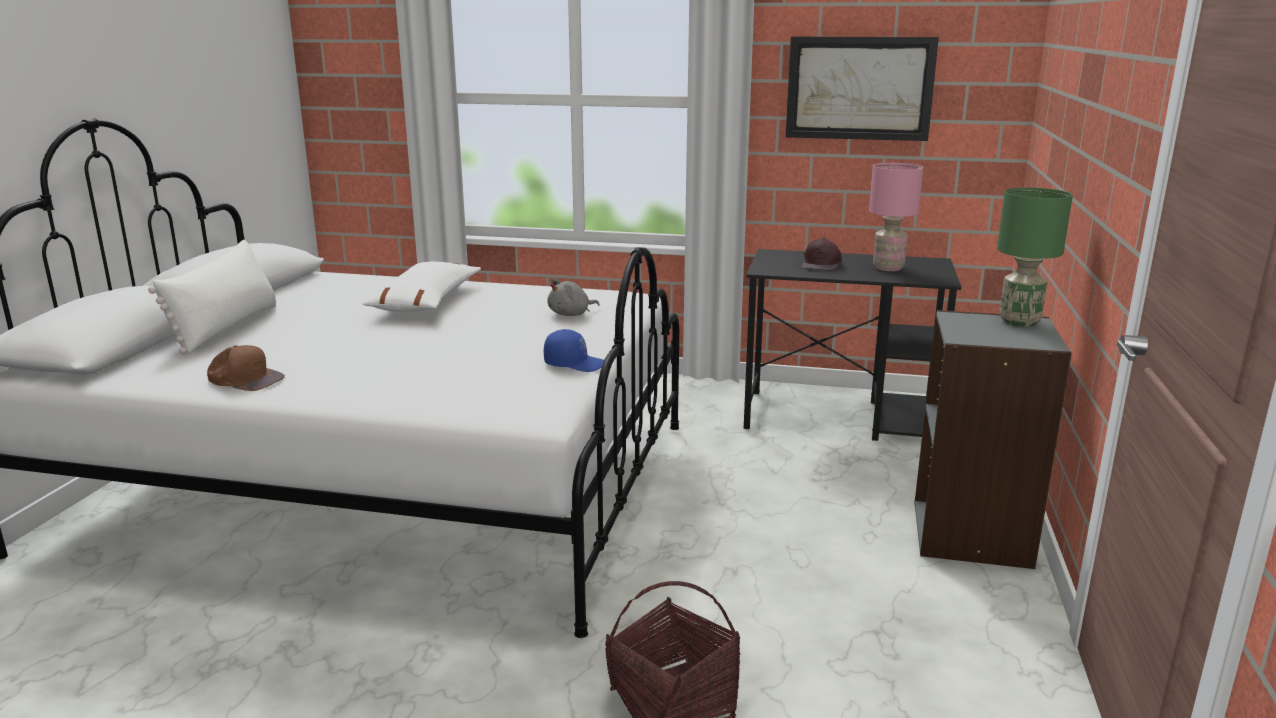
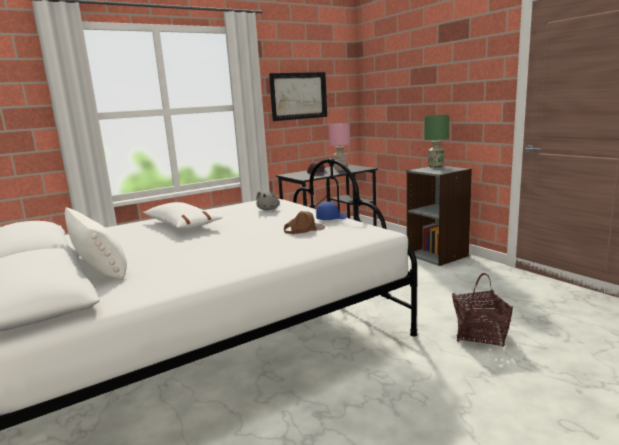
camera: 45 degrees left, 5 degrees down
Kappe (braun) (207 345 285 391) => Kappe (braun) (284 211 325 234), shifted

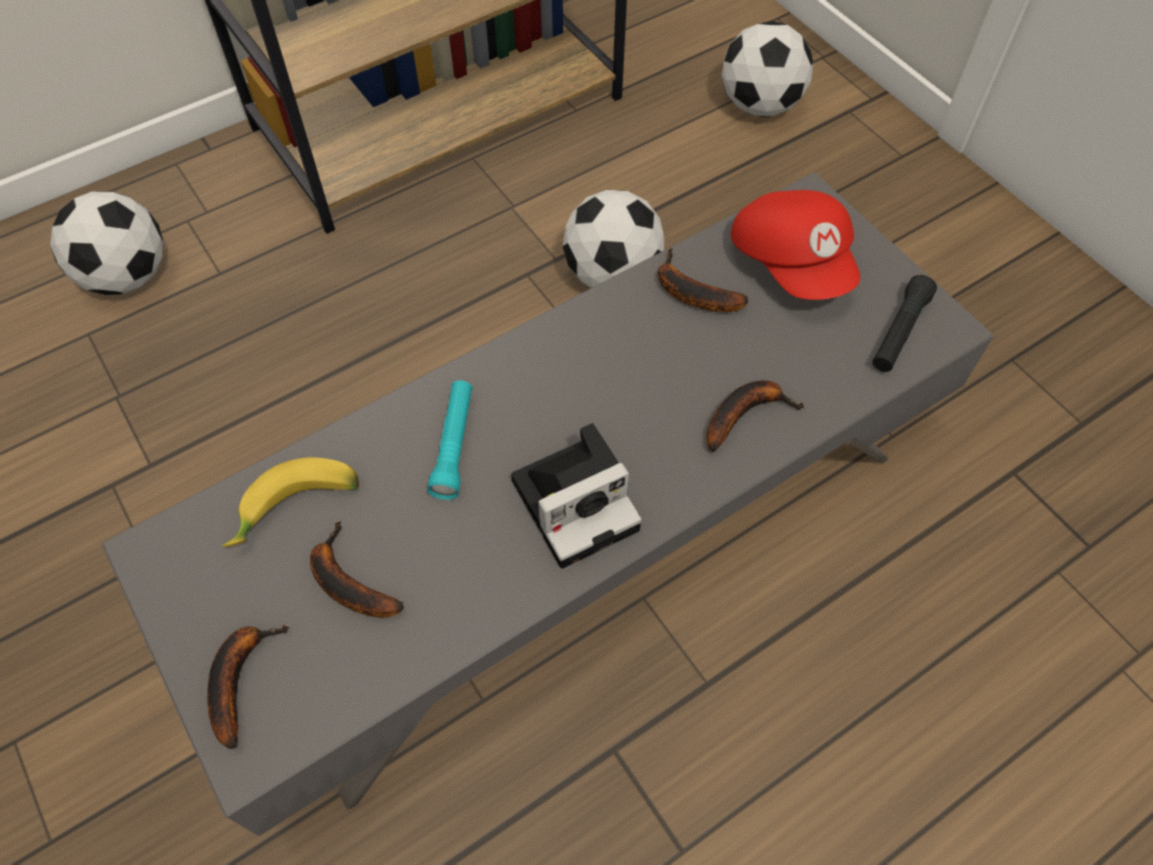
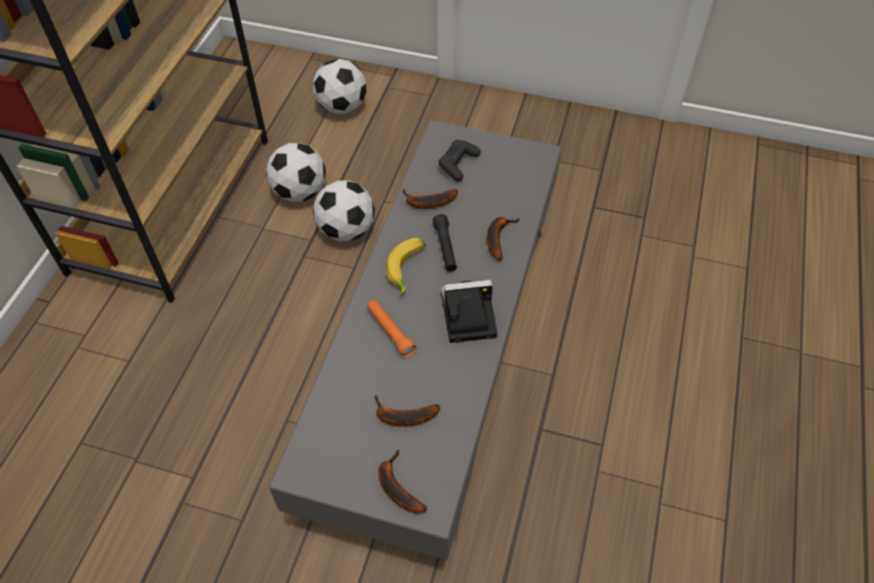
camera: 40 degrees left, 5 degrees down
Fußball (50 191 163 295) => Fußball (266 143 326 202), shifted
Taschenlampe (türkis) (427 381 472 500) => Taschenlampe (orange) (367 300 416 357)
Banane (222 457 359 547) => Banane (386 238 426 295), shifted
Taschenlampe (schwarz) (872 275 937 372) => Taschenlampe (schwarz) (433 214 457 272), shifted
Kappe (rot) (731 190 860 300) => Gamepad (schwarz) (439 139 481 181)
Kamera (511 423 642 569) => Kamera (441 280 497 343), 120 degrees counterclockwise

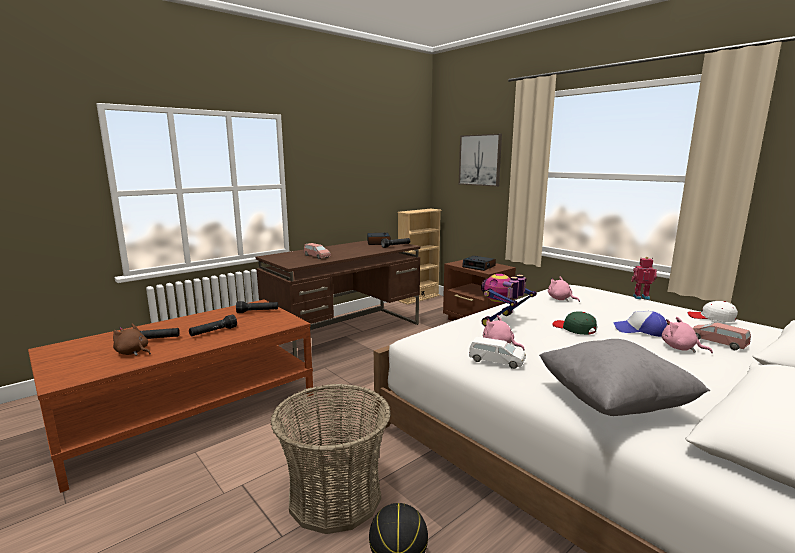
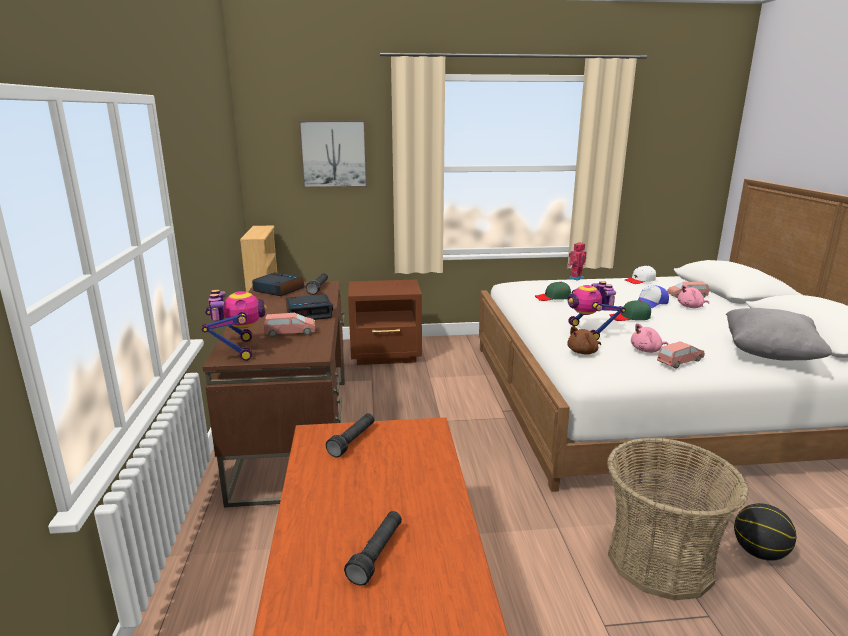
camera: 55 degrees left, 5 degrees up
nothing => Spielzeugroboter (202 289 267 361)
Wecker (462 256 496 271) => Wecker (286 294 333 320), shifted
Plüschtier (rosa) (548 277 580 302) => Kappe (grün) (535 282 571 301)
Plüschtier (braun) (113 324 151 356) => Plüschtier (braun) (567 326 601 354), shifted
Spielzeugauto (weiß) (469 337 526 369) => Spielzeugauto (rosa) (657 341 705 368)
Taschenlampe (schwarz) (189 314 237 336) => nothing

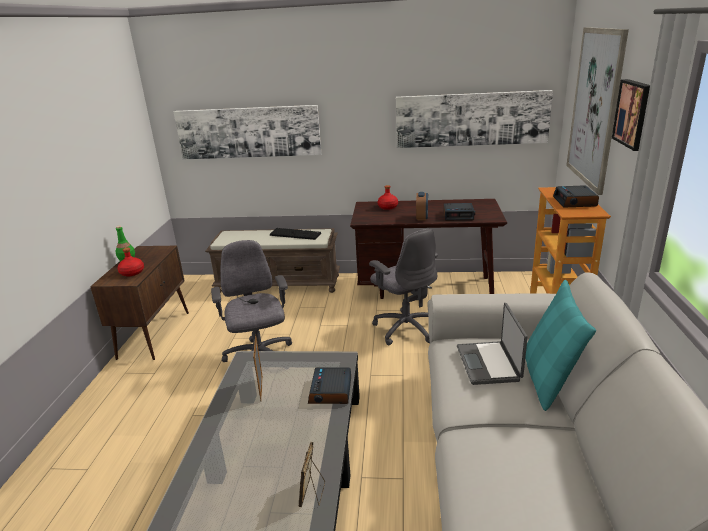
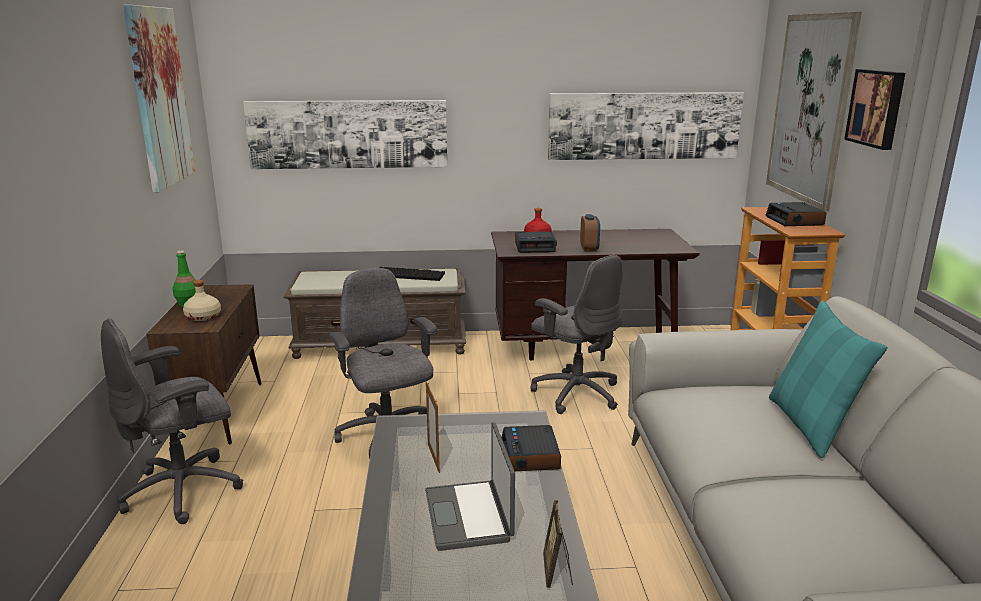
camera: 10 degrees left, 5 degrees down
nothing => Bürostuhl (grau) (101 318 243 524)
nothing => Bild (123 4 195 193)
Flasche (rot) (117 248 144 277) => Flasche (beige) (183 280 221 321)
Laptop (457 303 528 385) => Laptop (425 422 515 551), shifted
Wecker (443 203 475 221) => Wecker (515 232 557 253), shifted

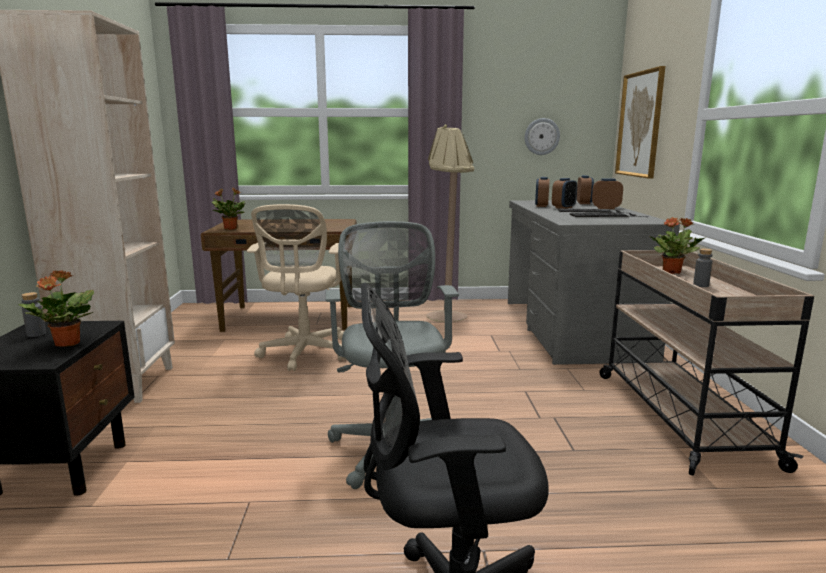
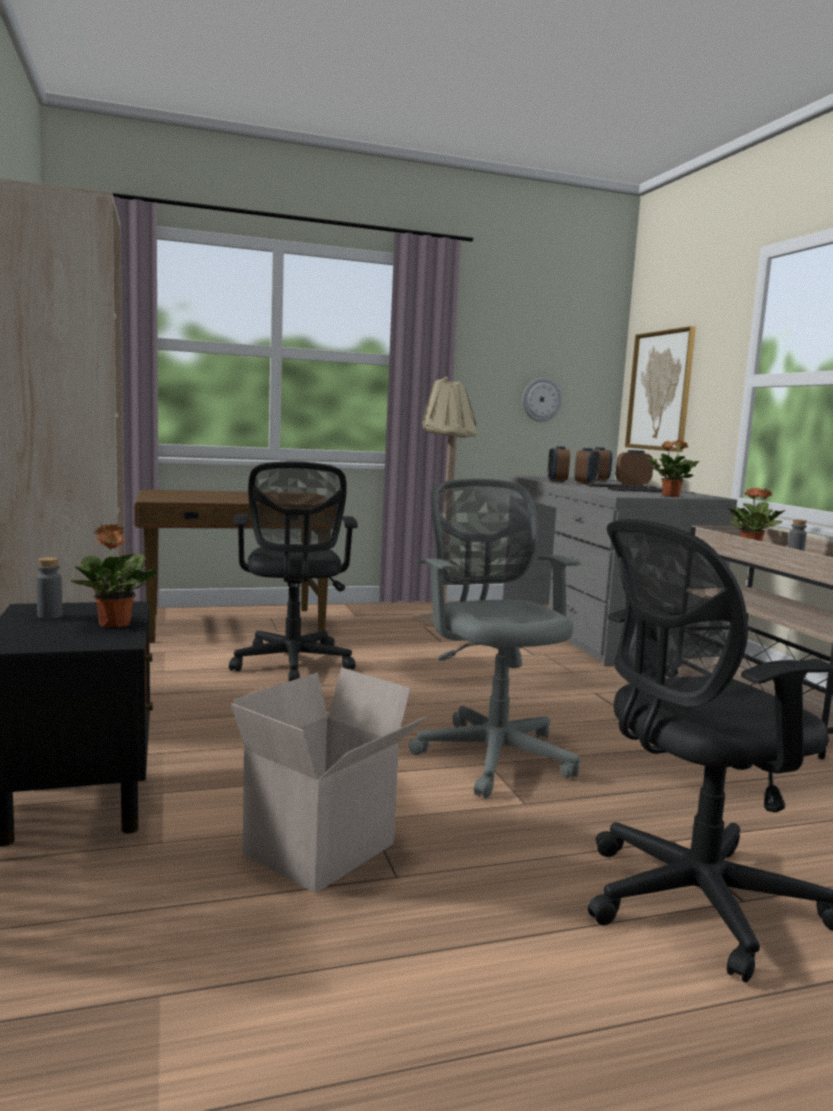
camera: 15 degrees left, 5 degrees down
Bürostuhl (beige) (247 204 346 371) => Bürostuhl (schwarz) (229 461 358 681)
nothing => Karton (231 667 427 893)
Topfpflanze (212 188 245 230) => Topfpflanze (647 440 700 497), shifted

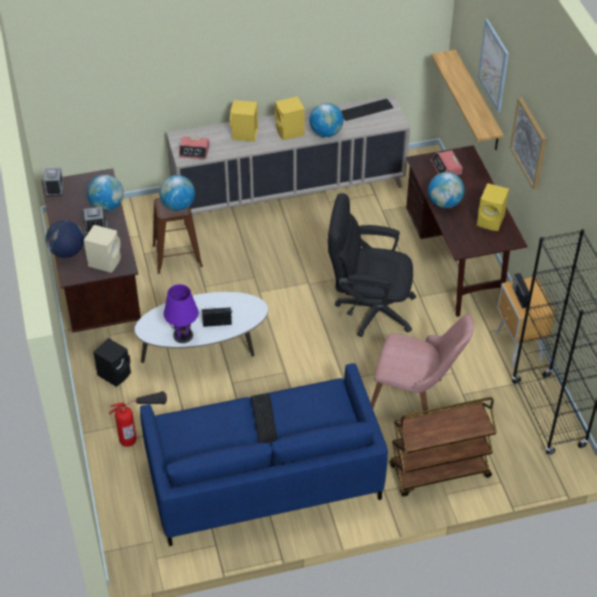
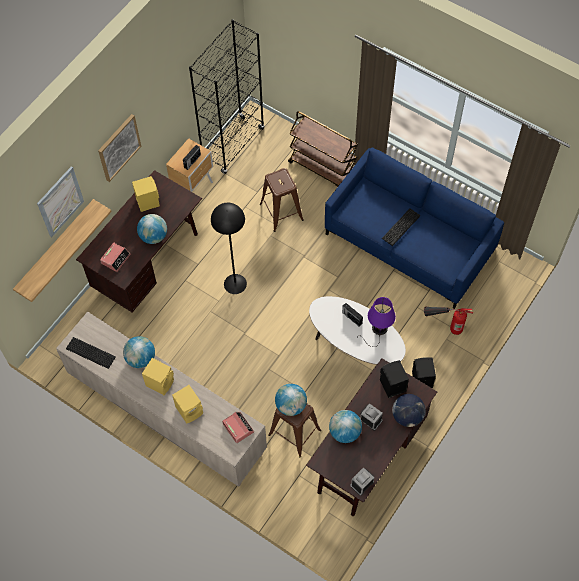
camera: 130 degrees left, 15 degrees up
Bürostuhl (schwarz) (328 193 416 337) => Stehlampe (schwarz) (211 203 247 294)
Stuhl (rosa) (371 314 474 414) => Hocker (braun) (260 168 304 232)
Lautsprecher (beige) (84 225 121 273) => Lautsprecher (schwarz) (380 360 409 398)

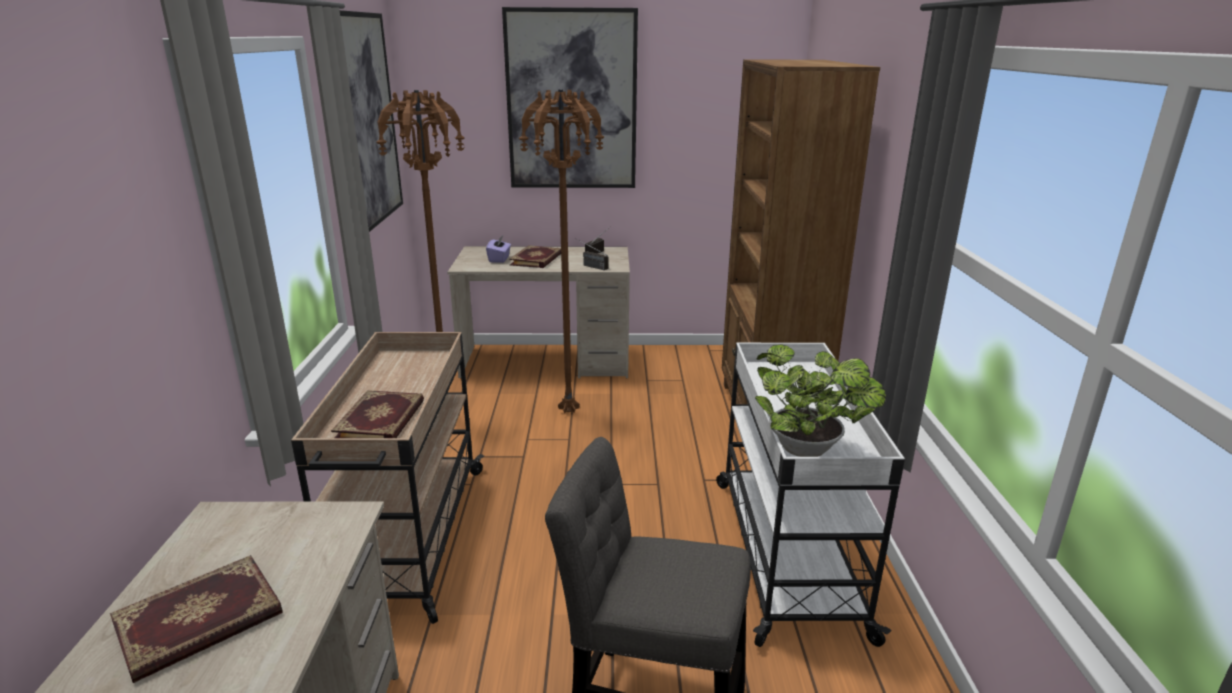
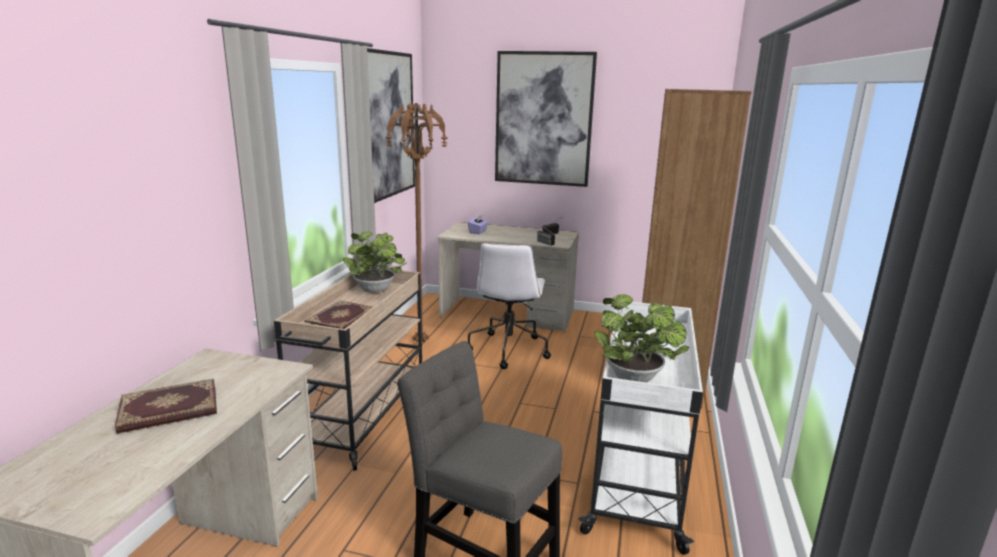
camera: 15 degrees right, 5 degrees down
nothing => Topfpflanze (343 232 407 293)
Stehlampe (braun) (519 89 604 413) => Bürostuhl (weiß) (468 243 551 369)
Buch (509 245 561 268) => nothing

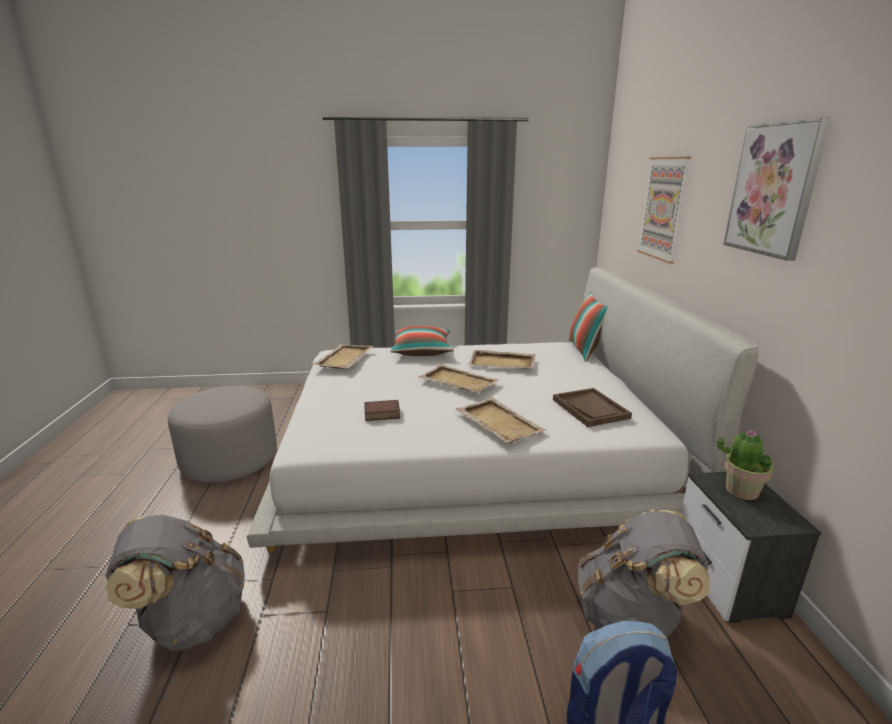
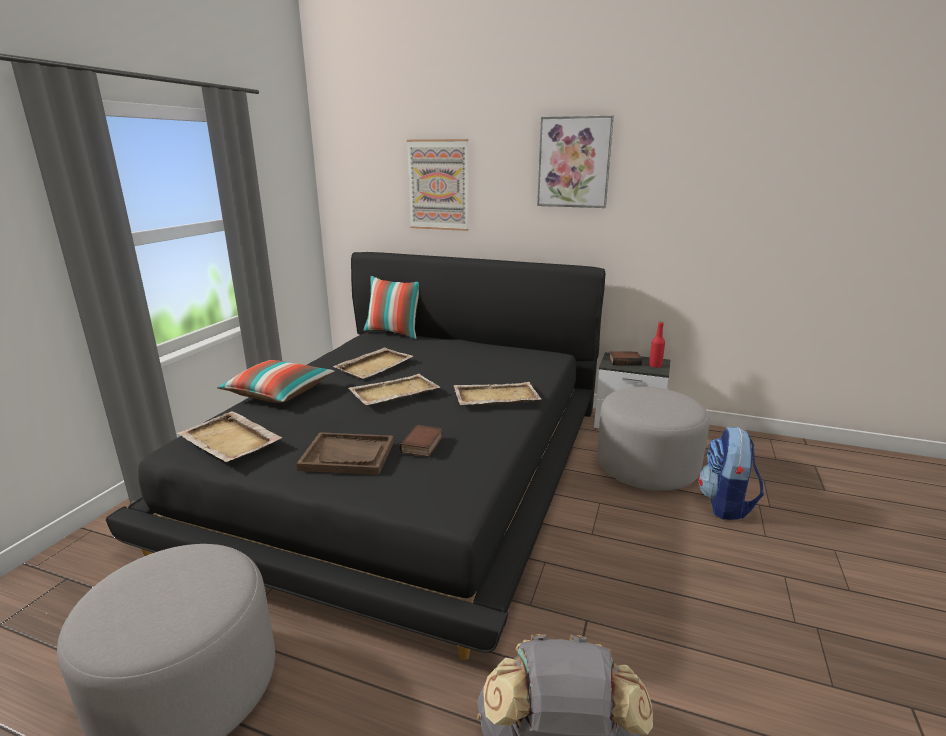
camera: 65 degrees left, 0 degrees up
Bett (weiß) (247 267 759 552) => Bett (schwarz) (106 252 605 660)
Tablett (braun) (553 388 632 427) => Tablett (braun) (296 432 394 475), shifted
Rucksack (grau) (578 509 710 638) => Polsterhocker (grau) (597 387 710 491)
Topfpflanze (717 429 773 500) => Buch (609 351 642 365)
nothing => Flasche (rot) (649 322 665 368)

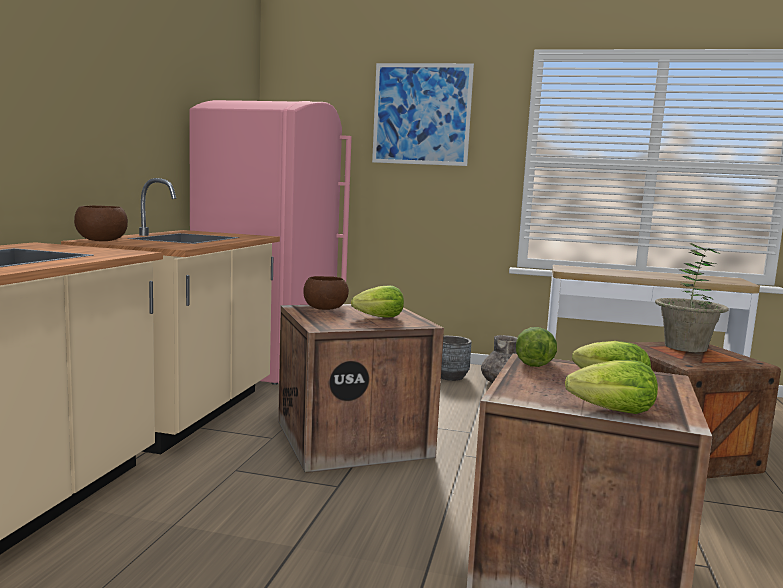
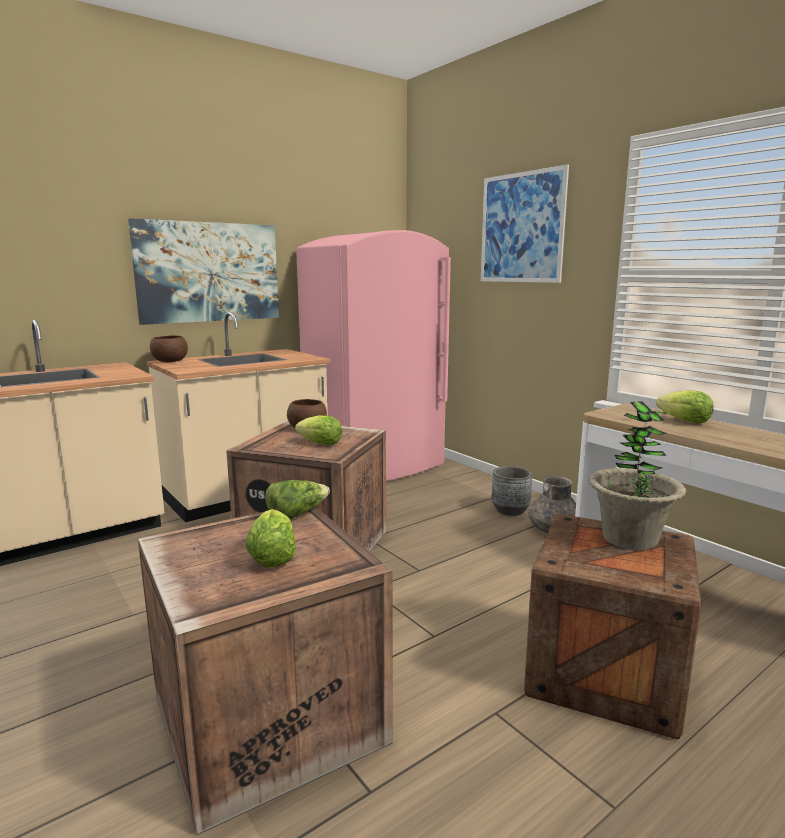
camera: 40 degrees right, 5 degrees up
nothing => Bild (128 218 279 325)
Salatkopf (565 360 658 414) => Salatkopf (656 390 714 424), shifted

